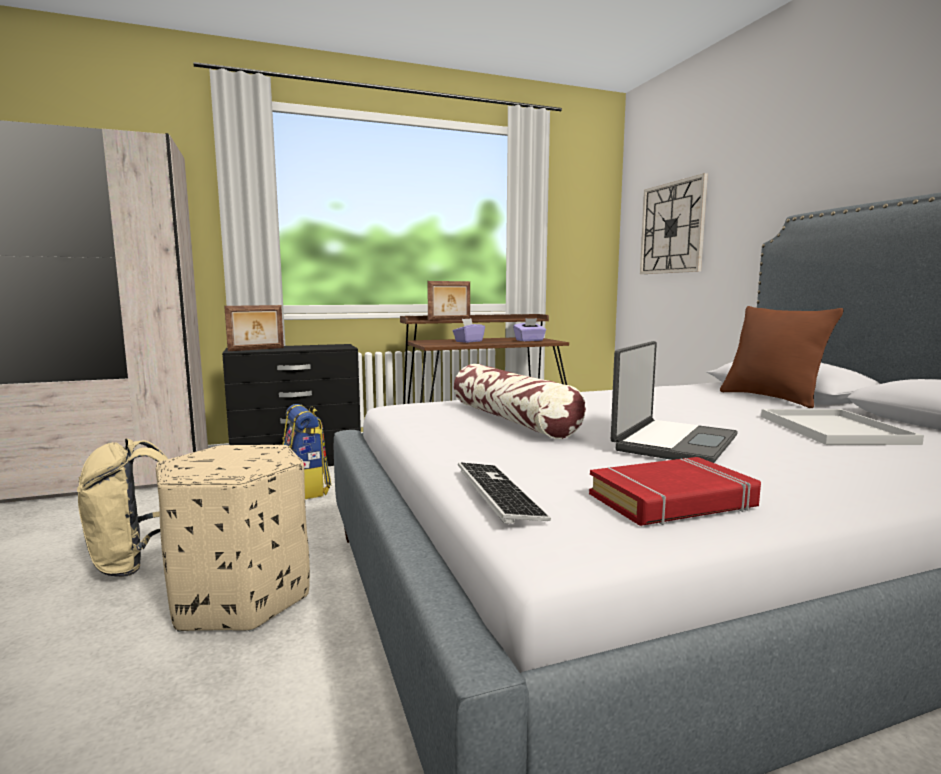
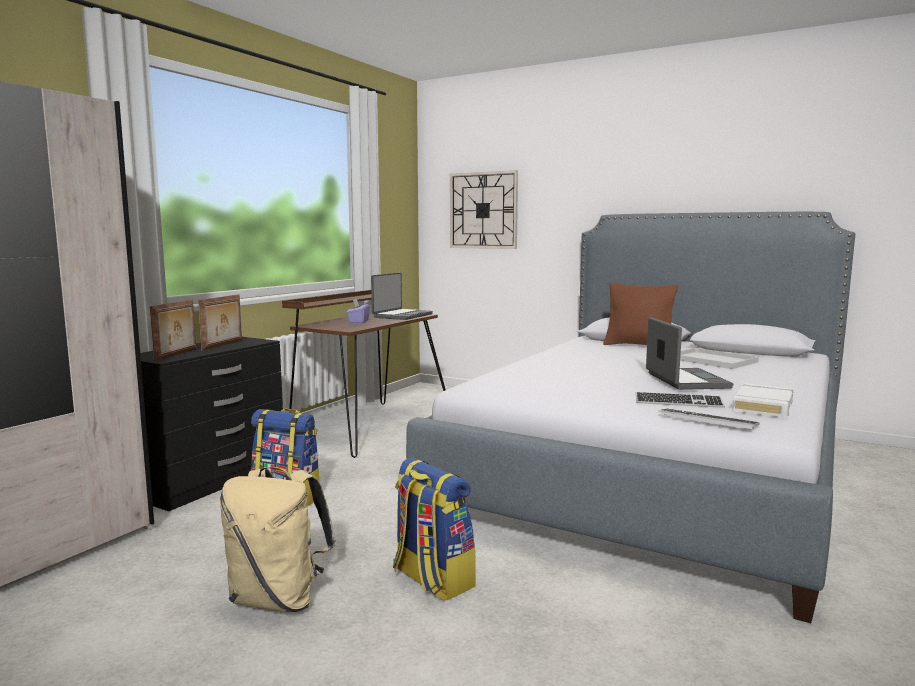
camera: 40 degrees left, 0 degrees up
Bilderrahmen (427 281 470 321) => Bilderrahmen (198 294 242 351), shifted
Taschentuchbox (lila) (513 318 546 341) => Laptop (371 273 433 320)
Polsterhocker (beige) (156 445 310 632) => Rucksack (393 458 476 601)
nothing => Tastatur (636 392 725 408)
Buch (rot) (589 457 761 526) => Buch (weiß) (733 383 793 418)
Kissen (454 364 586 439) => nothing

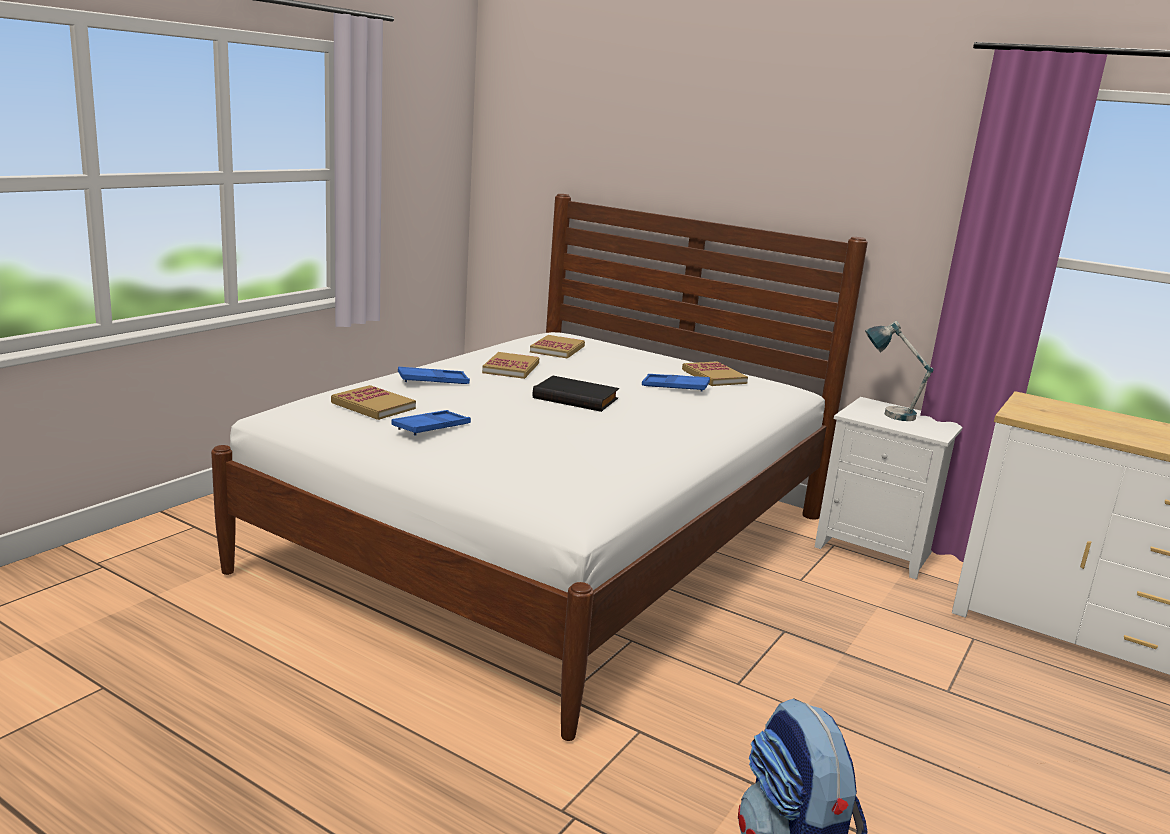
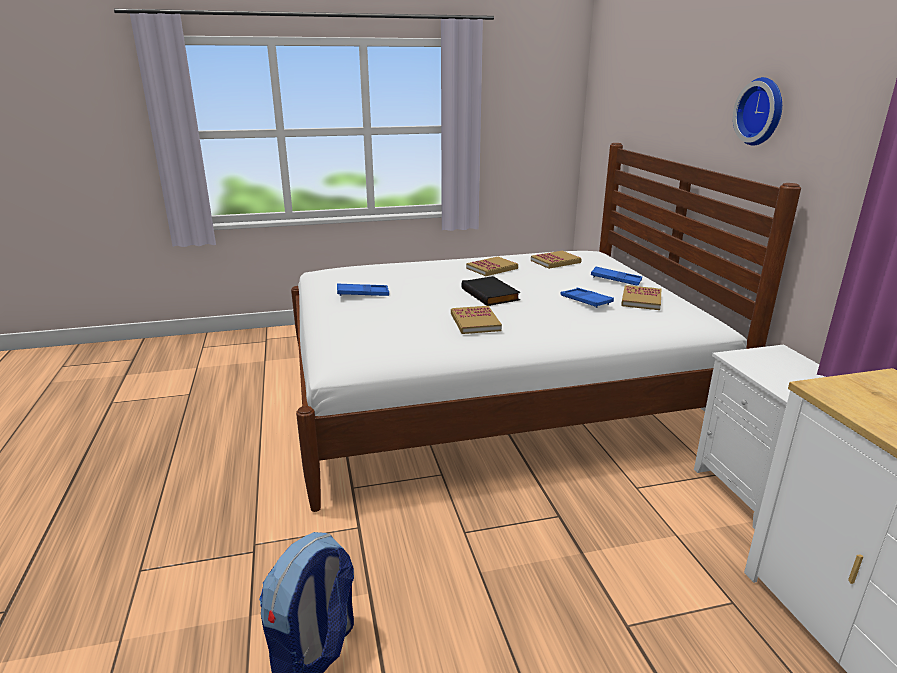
camera: 45 degrees right, 5 degrees up
Buch (331 385 416 420) => Buch (451 306 502 334), shifted
Tablett (blau) (398 366 470 384) => Tablett (blau) (591 266 642 286), shifted
nothing => Wanduhr (733 77 782 146)
Tischlampe (865 321 934 421) => nothing

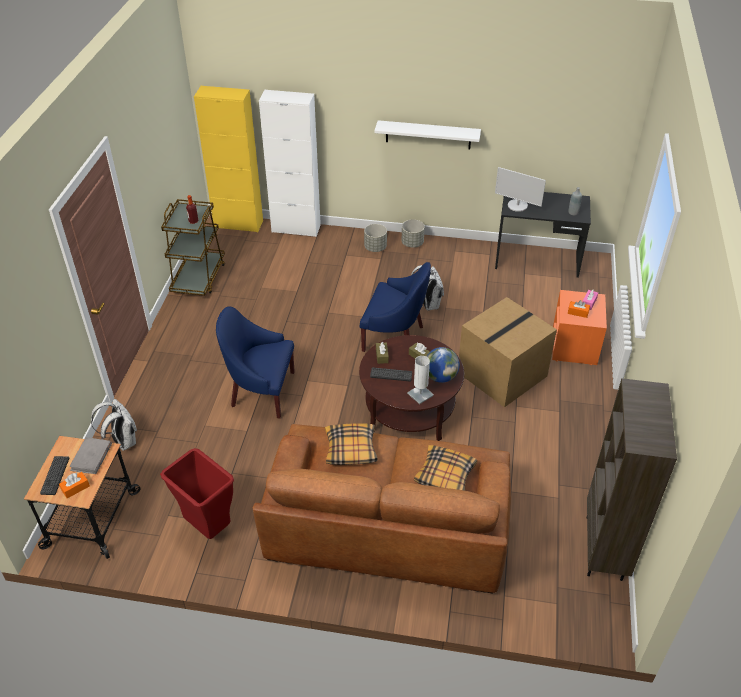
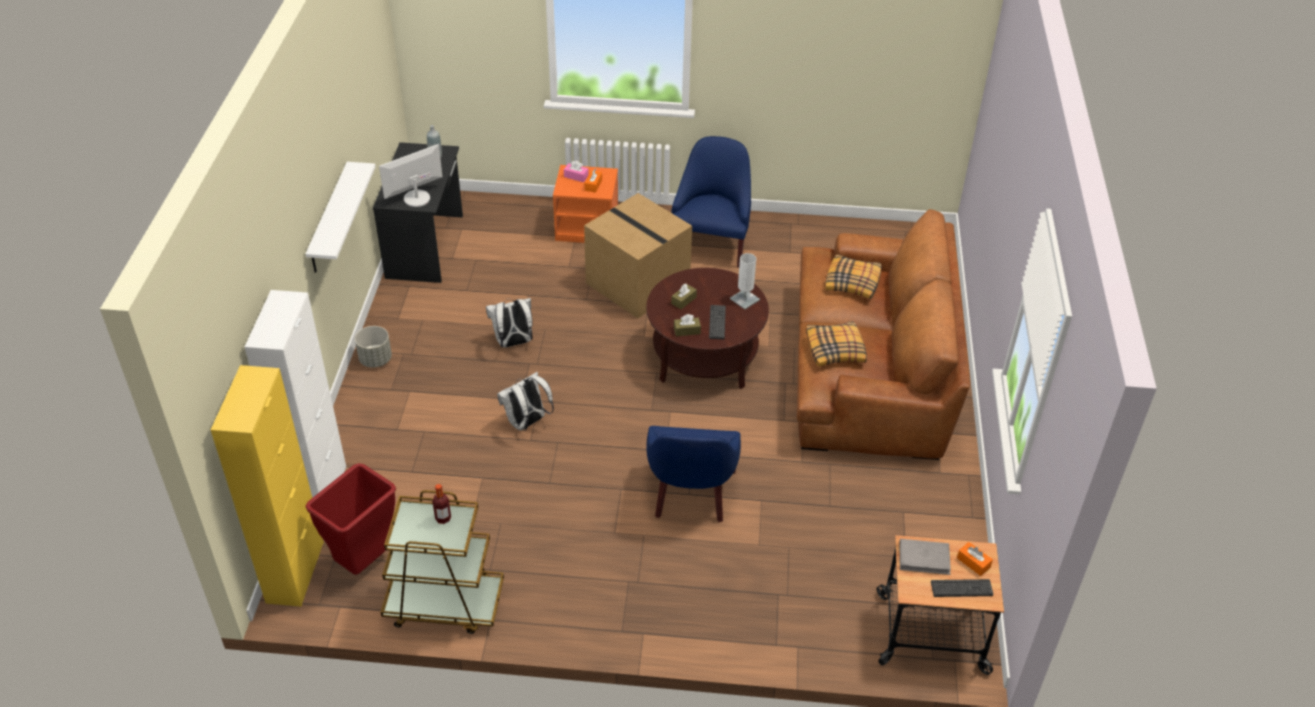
camera: 95 degrees left, 0 degrees up
Mülleimer (rot) (160 448 234 539) => Mülleimer (rot) (306 463 396 575), shifted
Monitor (495 167 546 212) => Monitor (379 144 443 207), 150 degrees counterclockwise
Rucksack (weiß) (91 399 137 451) => Rucksack (weiß) (497 372 554 431), shifted
Sessel (blau) (360 262 431 352) => Sessel (blau) (671 136 751 268), shifted
Pflanzkübel (grau) (364 224 387 252) => nothing
Globus (426 347 460 383) => nothing
Bücherregal (braun) (586 378 677 581) => nothing

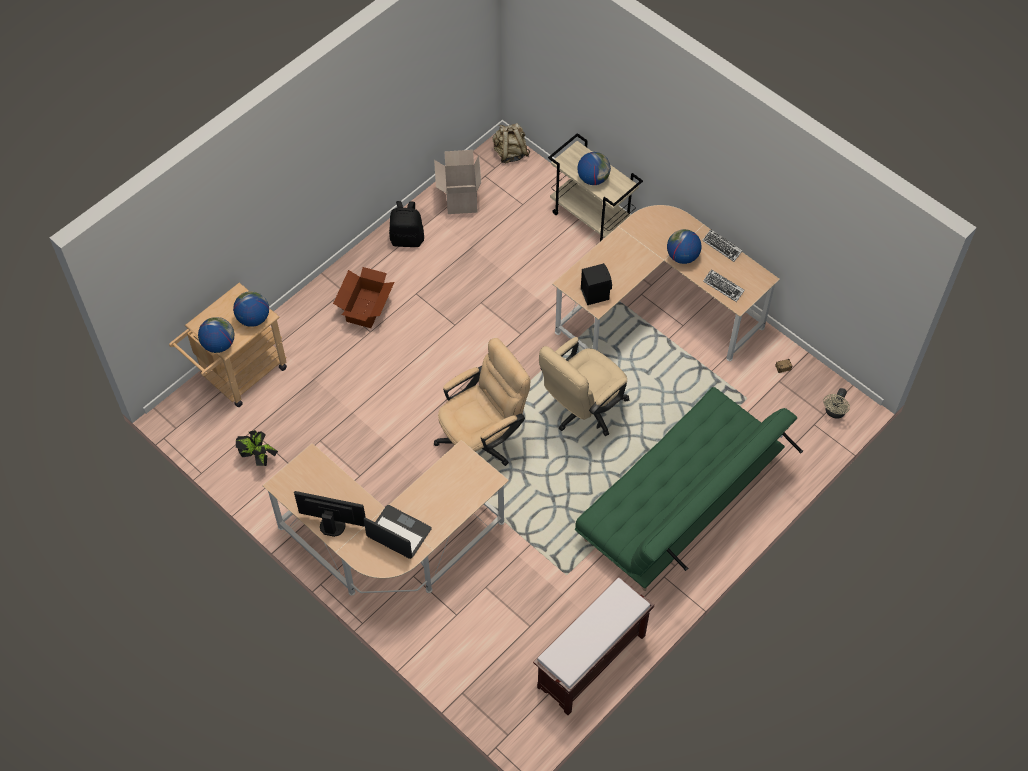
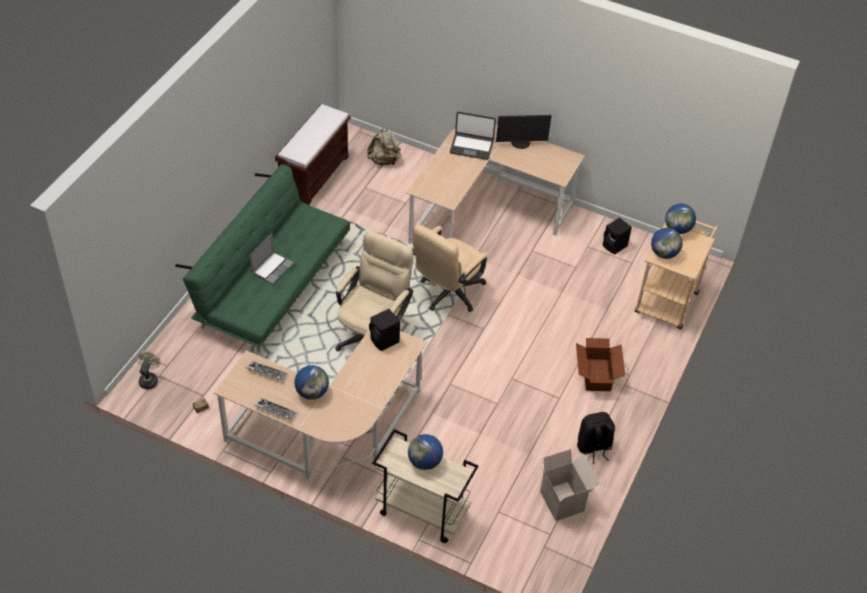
camera: 160 degrees right, 10 degrees down
nothing => Laptop (250 234 294 284)
Rucksack (beige) (493 123 530 163) => Rucksack (beige) (367 127 401 165), shifted
Topfpflanze (236 430 278 466) => Lautsprecher (schwarz) (603 217 632 255)

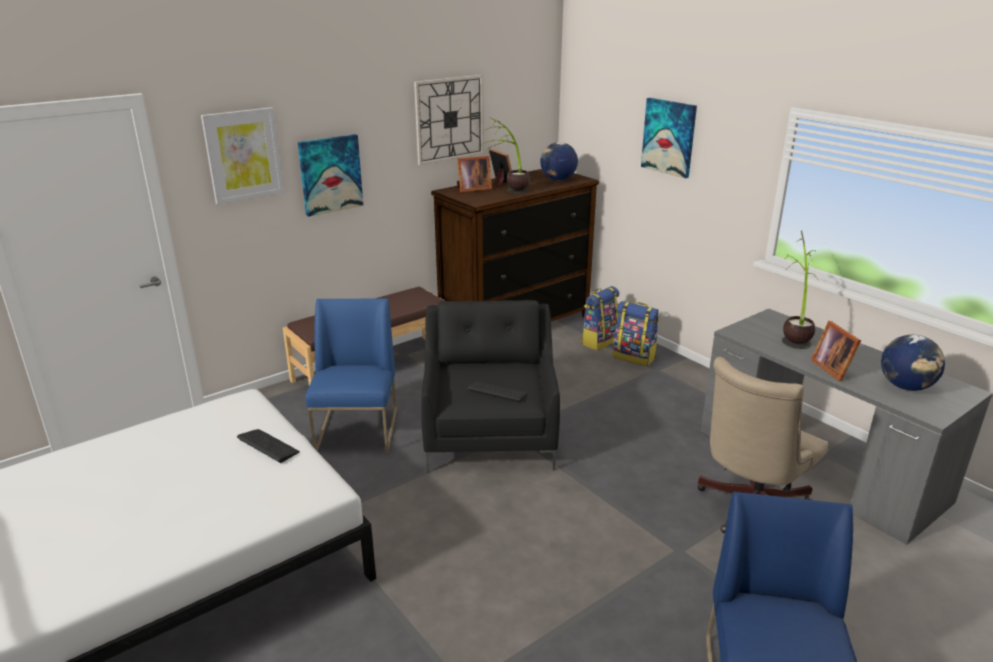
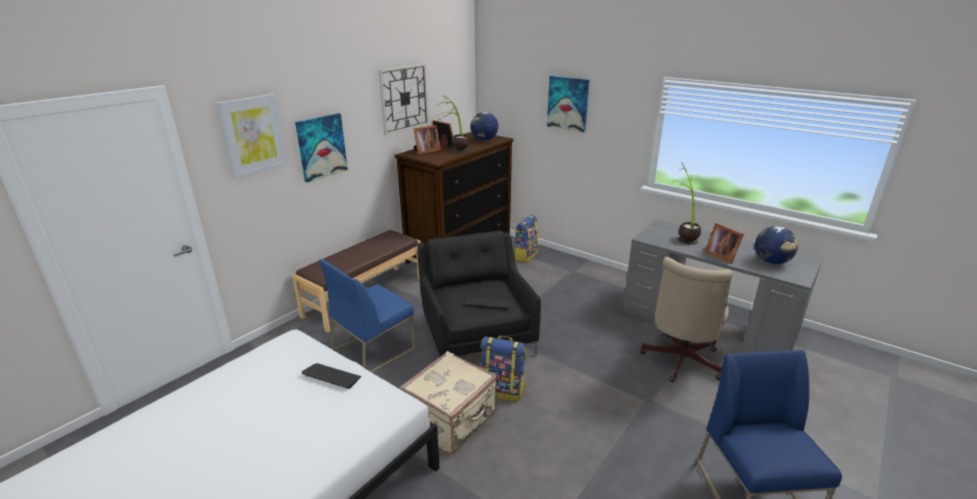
camera: 15 degrees left, 0 degrees up
Stuhl (blau) (305 298 397 453) => Stuhl (blau) (319 259 416 373), 120 degrees counterclockwise
nothing => Koffer (beige) (399 351 497 454)
Rucksack (613 301 659 366) => Rucksack (480 336 526 402), shifted

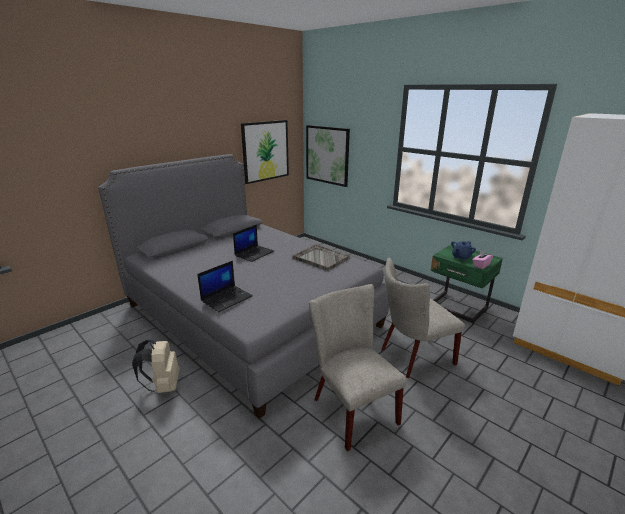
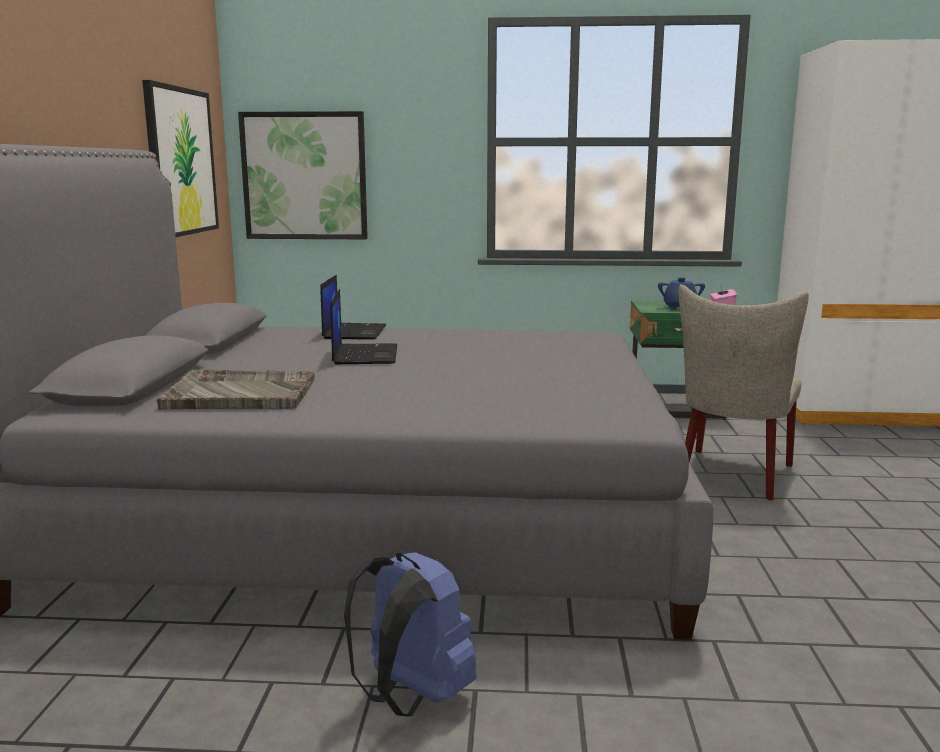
camera: 40 degrees left, 10 degrees down
Tablett (grau) (293 244 350 271) => Tablett (grau) (156 369 315 410), shifted
Laptop (197 261 253 312) => Laptop (320 275 386 339), shifted
Rucksack (beige) (132 339 180 393) => Rucksack (blau) (344 552 477 716)
Stuhl (beige) (309 284 407 451) => nothing

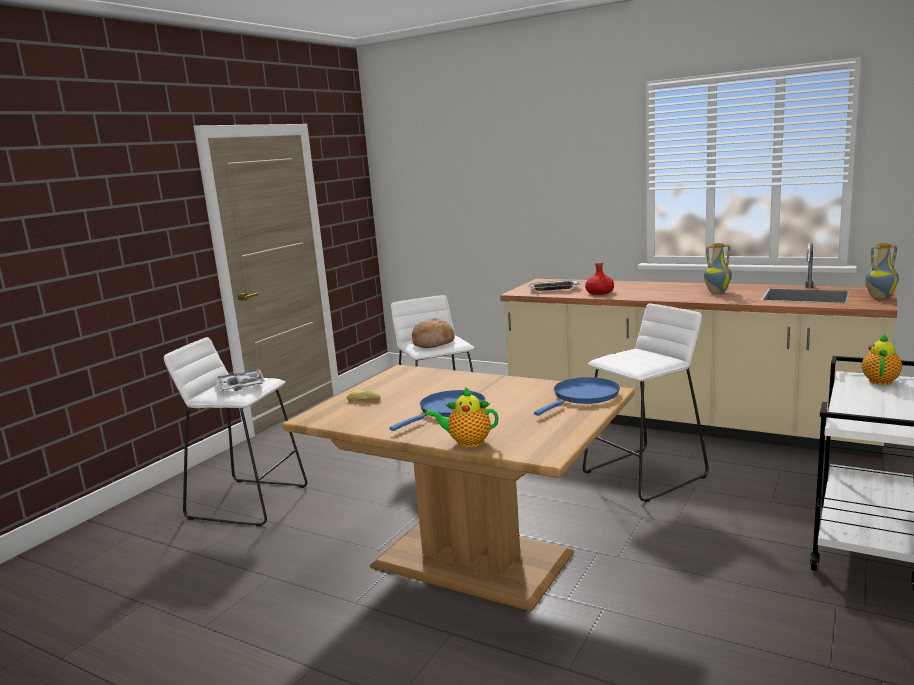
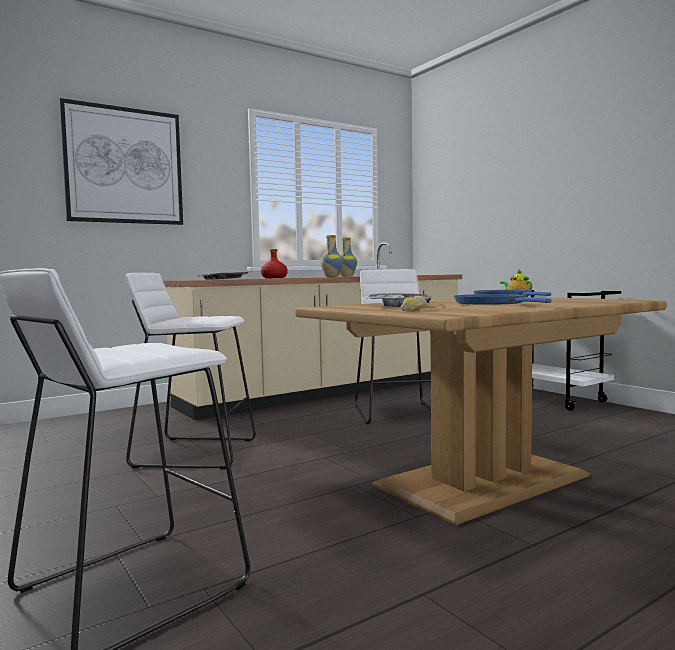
camera: 65 degrees left, 10 degrees down
nothing => Bild (59 98 183 225)
Vase (865 243 899 299) => Vase (320 235 343 277), shifted
Tablett (216 369 265 391) => Tablett (367 293 433 307), shifted
Brot (412 318 455 348) => nothing
Teekanne (425 387 498 448) => nothing

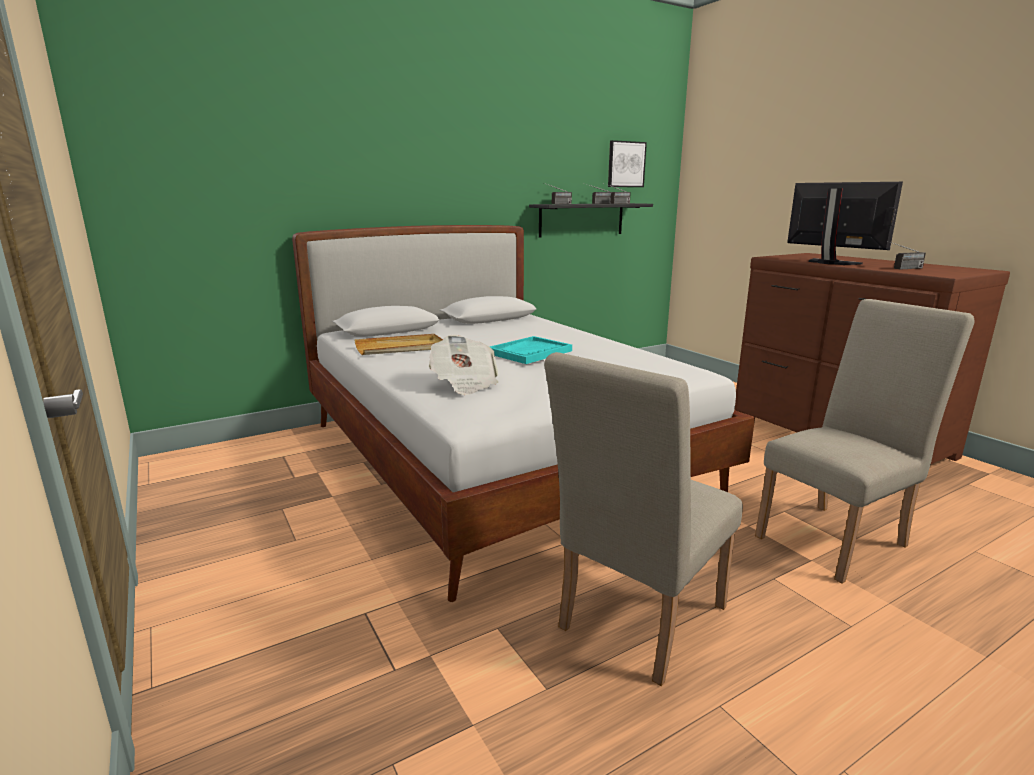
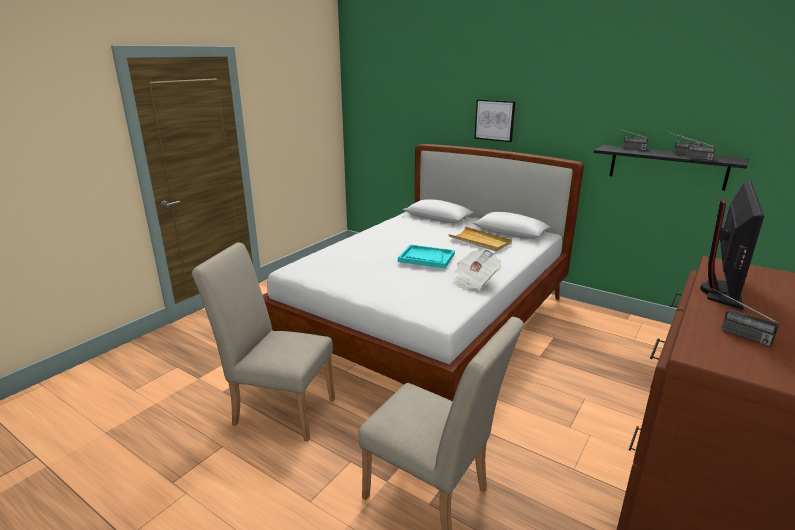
camera: 65 degrees right, 5 degrees up
Tablett (beige) (354 334 443 355) => Tablett (beige) (448 227 512 252), shifted
Zeitung (428 335 498 395) => Zeitung (452 249 501 289), shifted
Bild (608 140 647 187) => Bild (474 99 516 142), shifted

